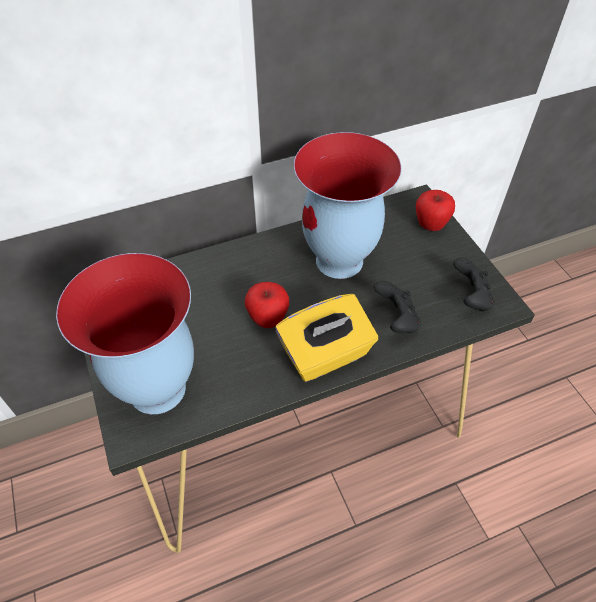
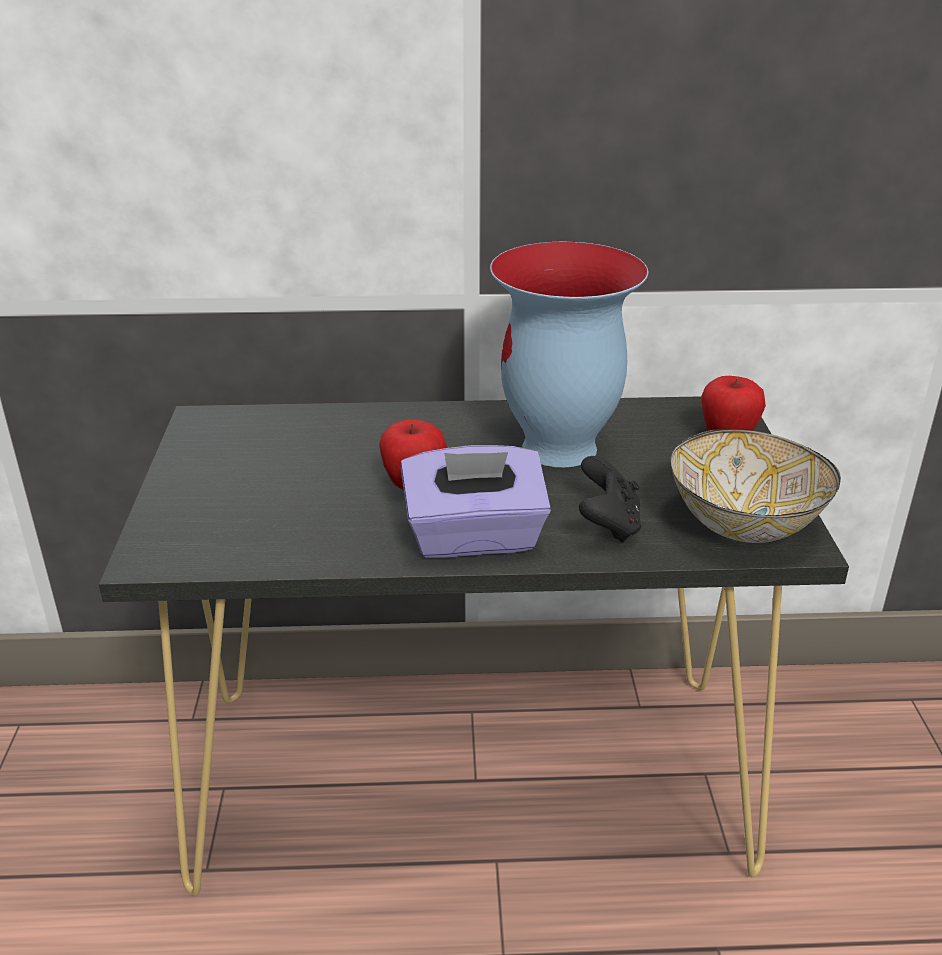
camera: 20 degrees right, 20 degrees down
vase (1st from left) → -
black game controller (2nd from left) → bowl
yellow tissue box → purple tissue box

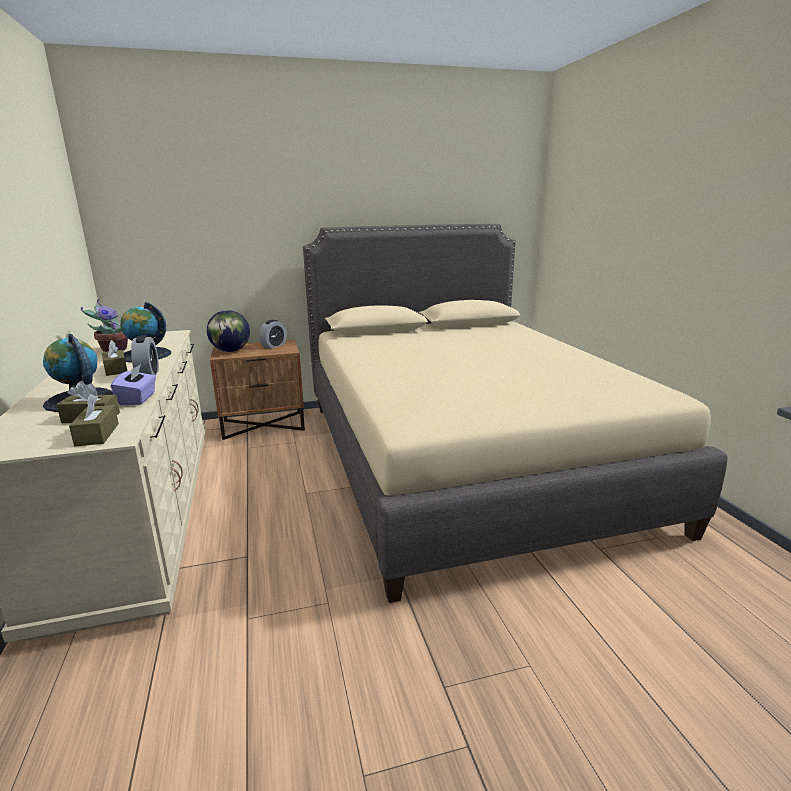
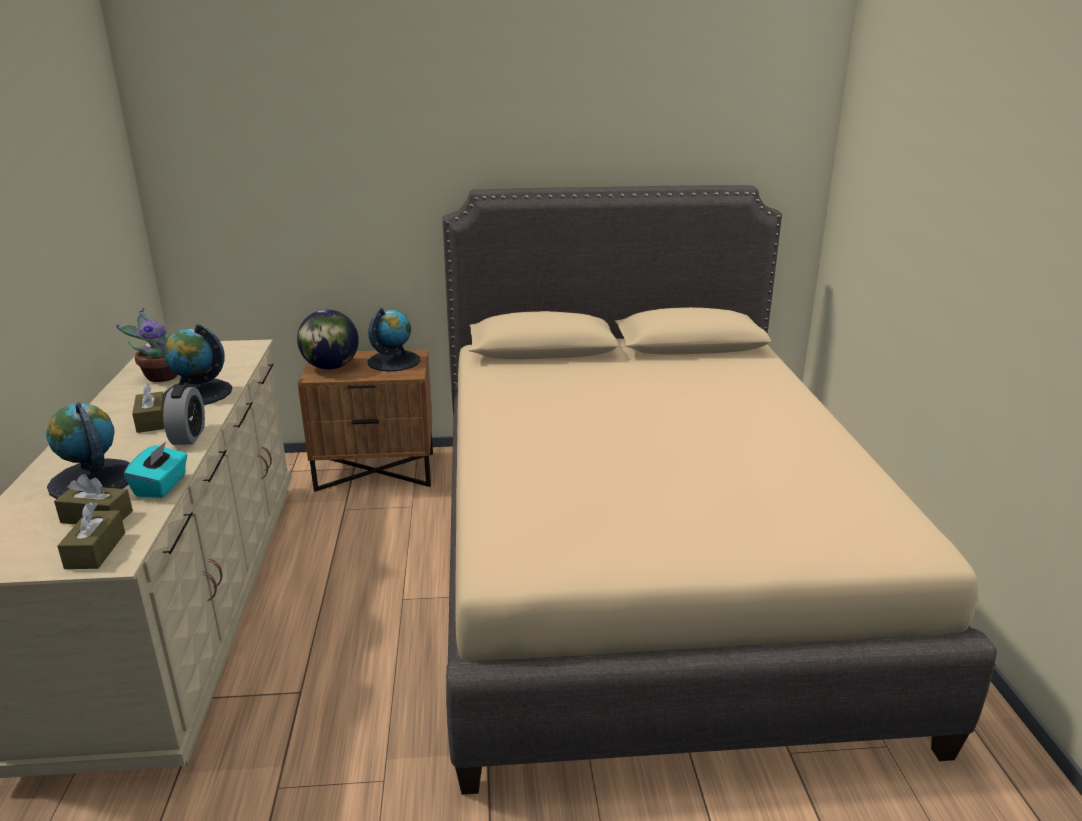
camera: 10 degrees right, 5 degrees up
alarm clock (2nd from left) → globe (4th from left)
purple tissue box → turquoise tissue box

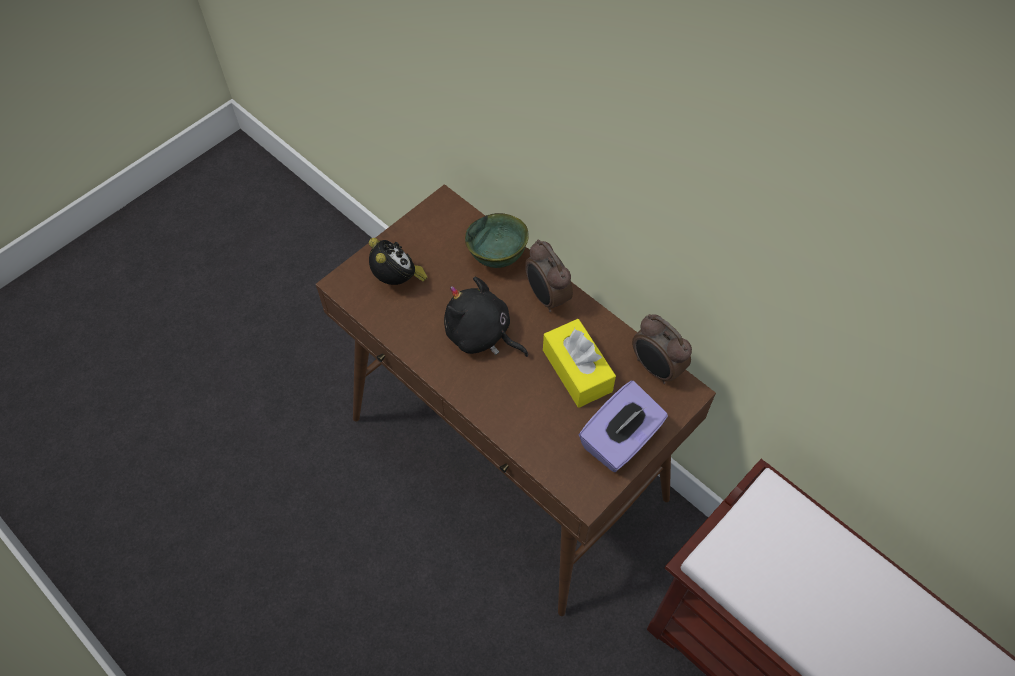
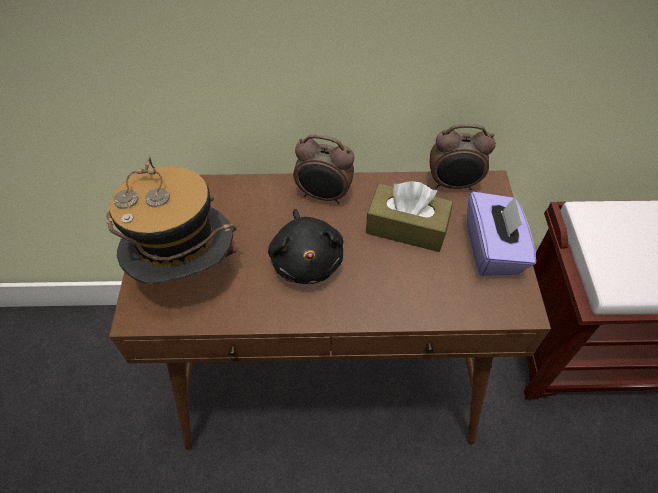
camera: 45 degrees left, 5 degrees down
green bowl → -
alarm clock (1st from left) → hat
black plush toy, 90 degrees counterclockwise
yellow tissue box → brown tissue box

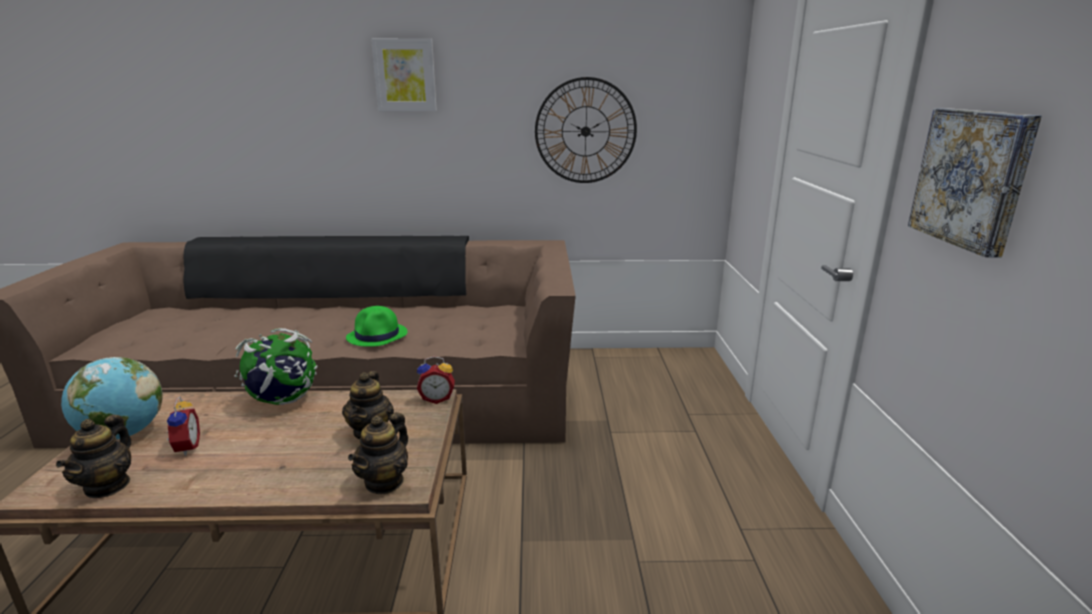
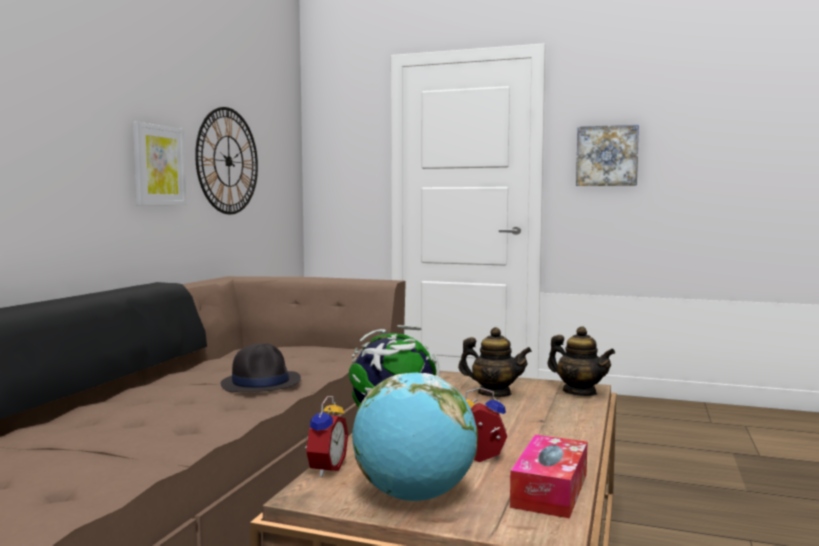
camera: 70 degrees left, 15 degrees down
picture (1st from left), moved
green hat → black hat
alarm clock (2nd from left in the first image) → alarm clock (1st from left), moved
teapot (1st from left) → tissue box

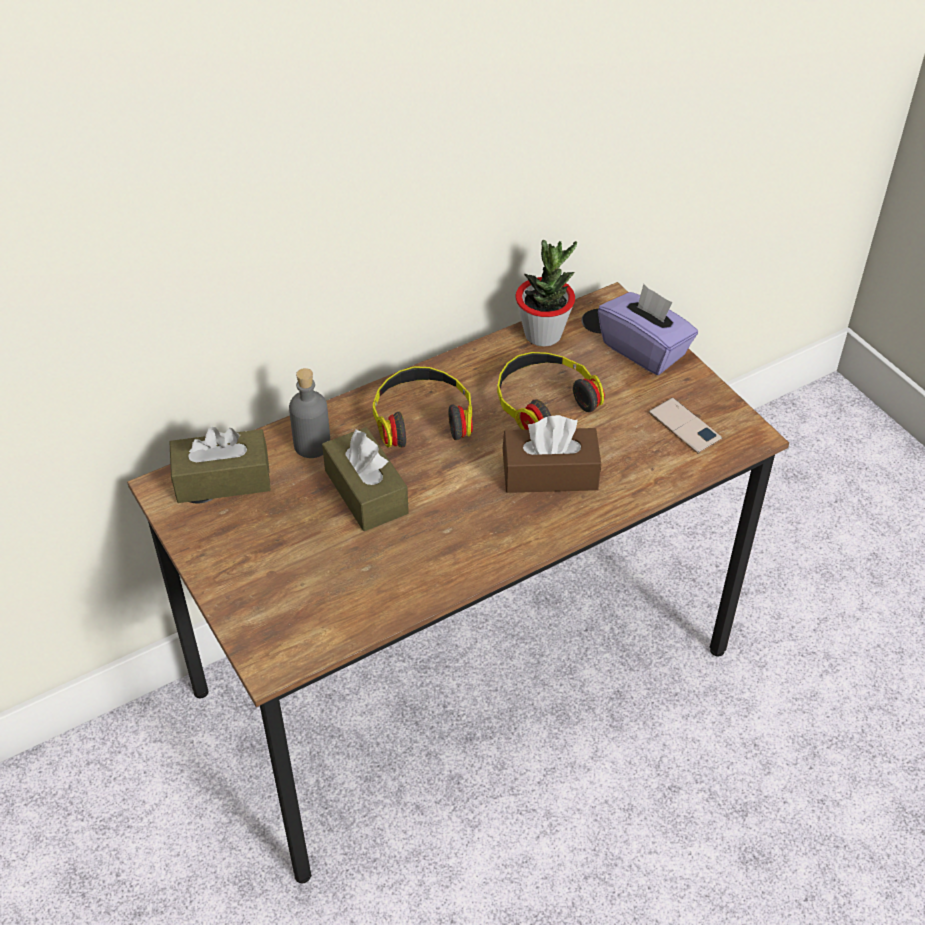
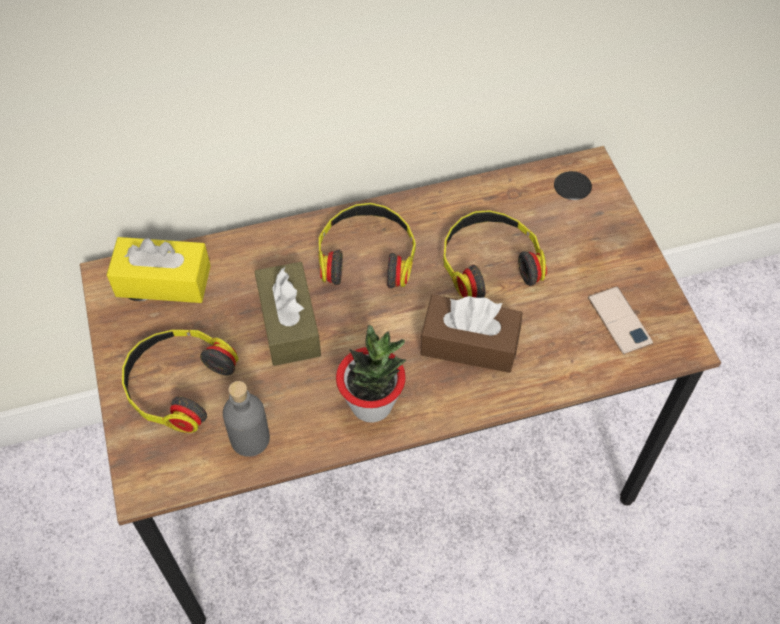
camera: 15 degrees right, 10 degrees up
potted plant, moved
purple tissue box → -
grey bottle, moved
brown tissue box (1st from left) → yellow tissue box
- → headphones (1st from left)

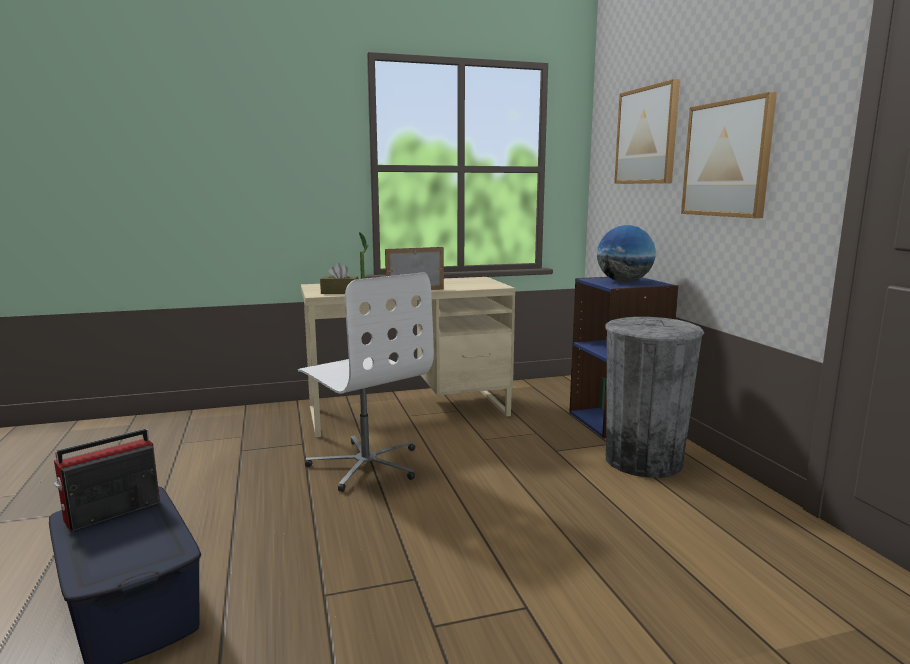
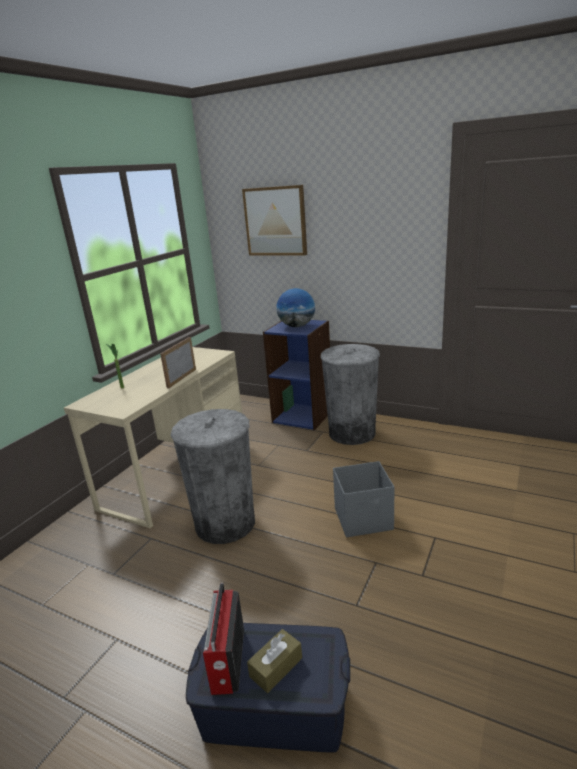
camera: 45 degrees left, 10 degrees up
picture (2nd from left) → -
brown tissue box, moved
white office chair → grey trash can (1st from left)
- → grey storage box

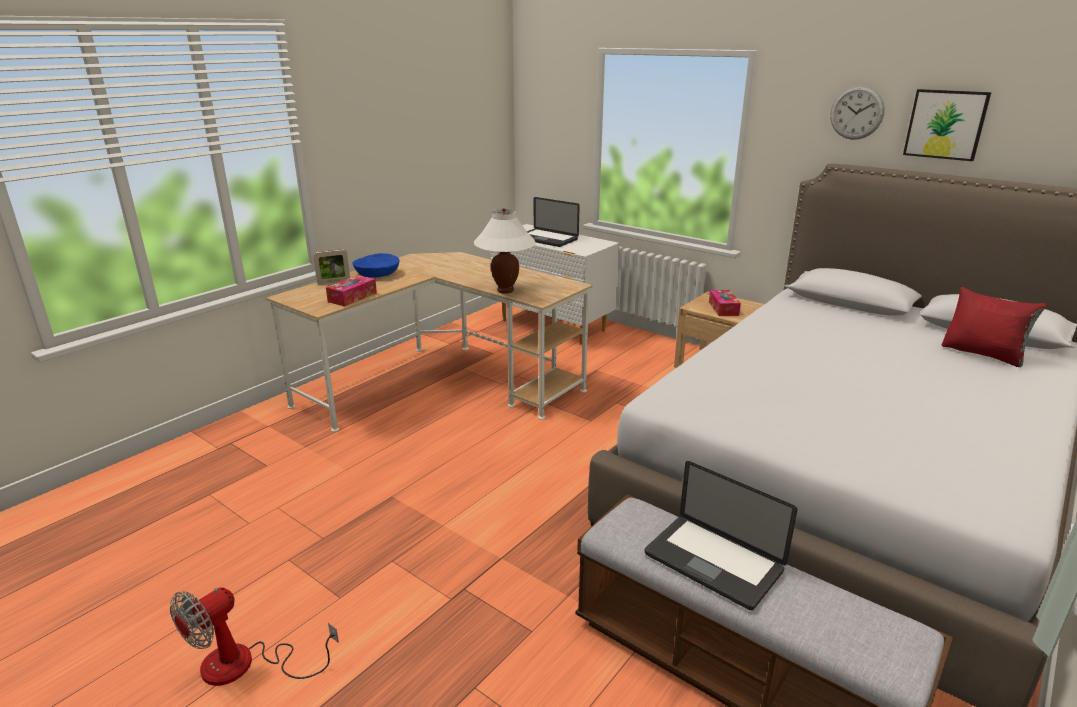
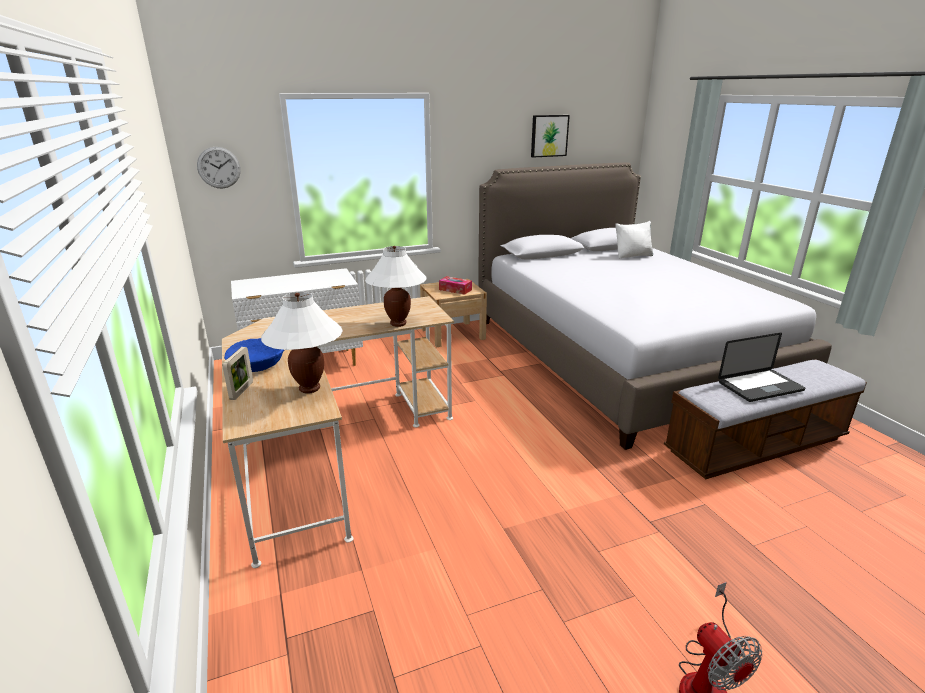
camera: 60 degrees left, 0 degrees up
wall clock, moved
laptop (1st from left) → -
tissue box (1st from left) → white table lamp (1st from left)
red pillow → white pillow

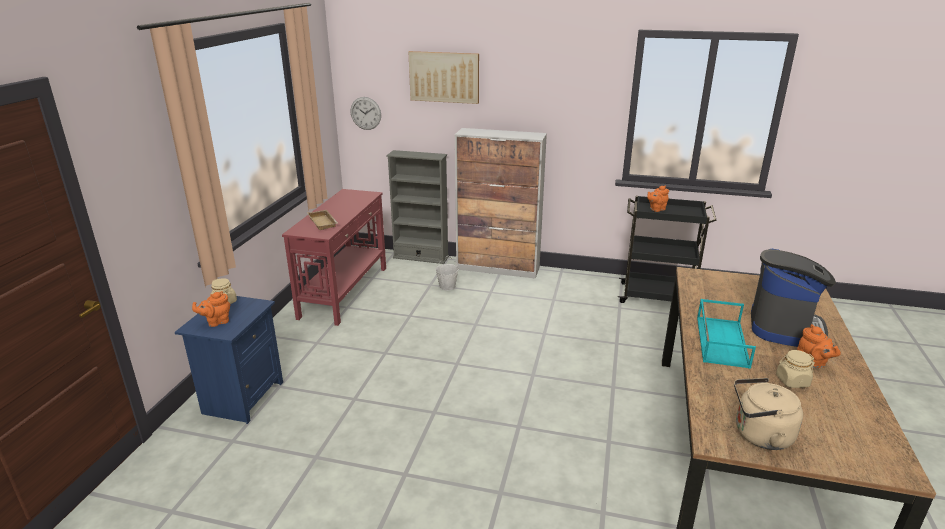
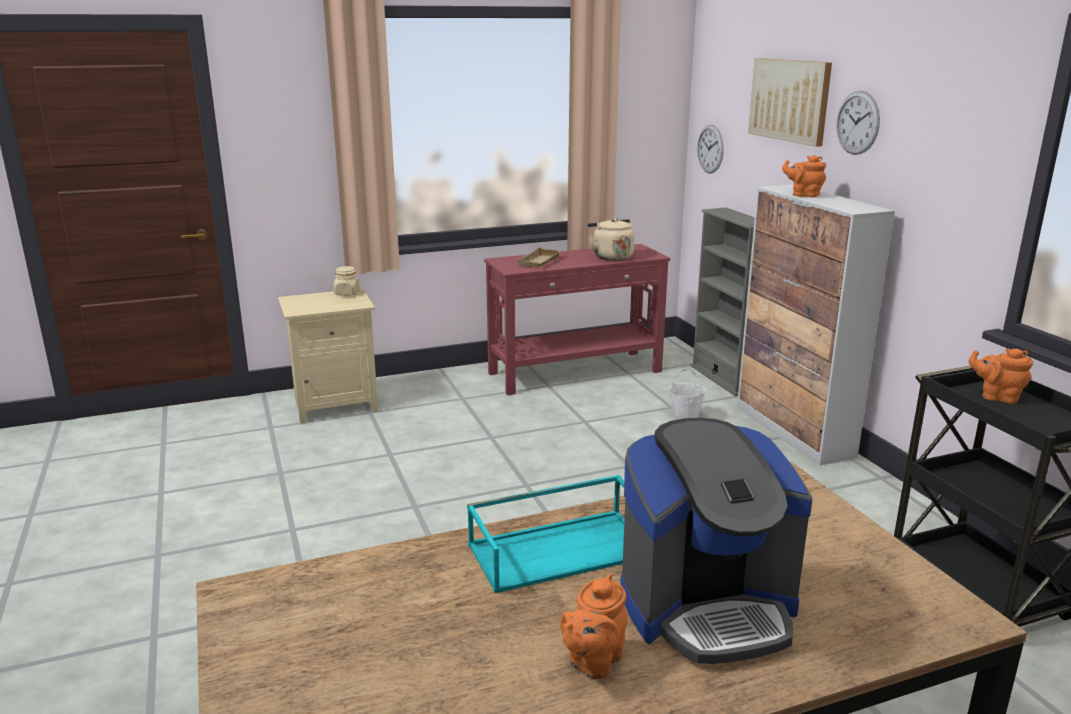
camera: 55 degrees right, 5 degrees down
orange teapot (1st from left in the first image) → orange teapot (2nd from left), moved
blue nightstand → beige nightstand
beige jar (2nd from left) → -
beige kettle, moved
- → wall clock (2nd from left)

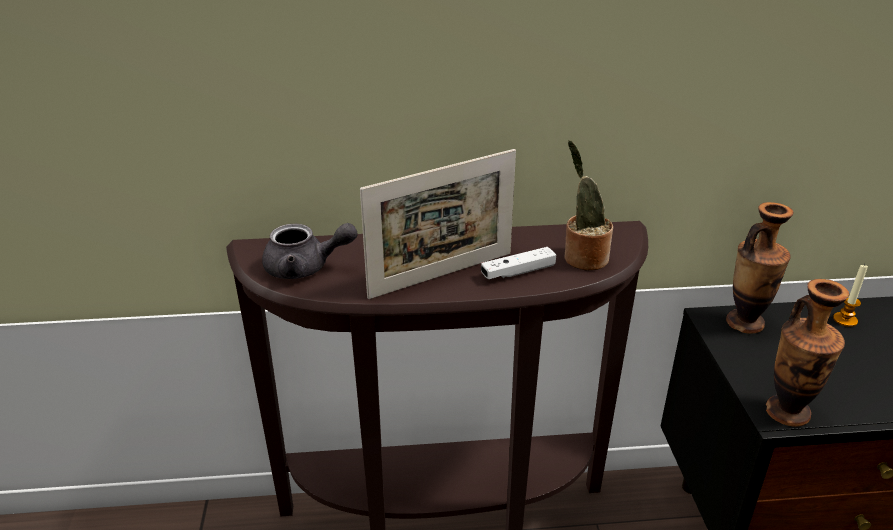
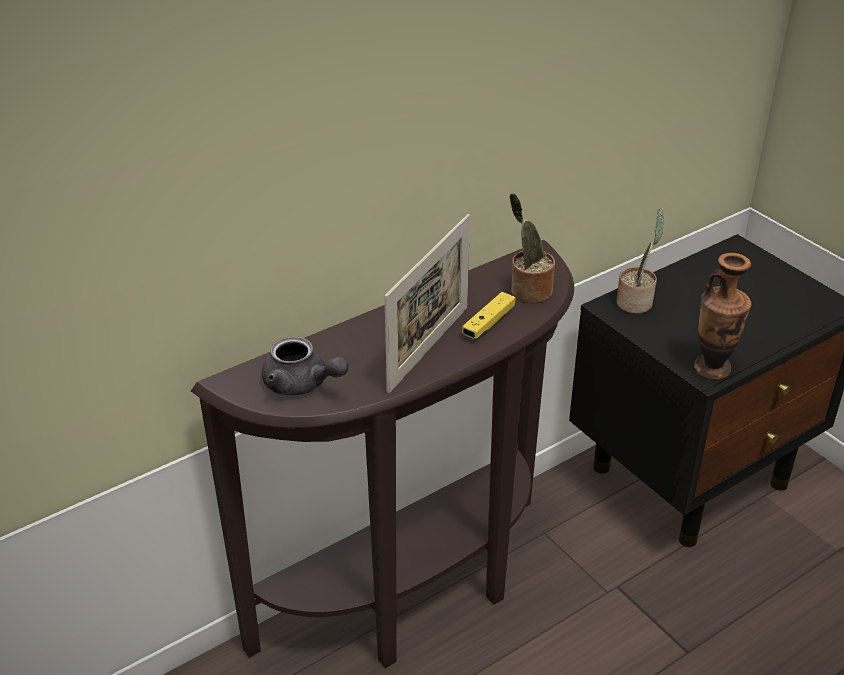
camera: 30 degrees left, 5 degrees up
vase (1st from left) → potted plant (2nd from left)
grey teapot, 60 degrees clockwise
white game controller → yellow game controller
candle → -

